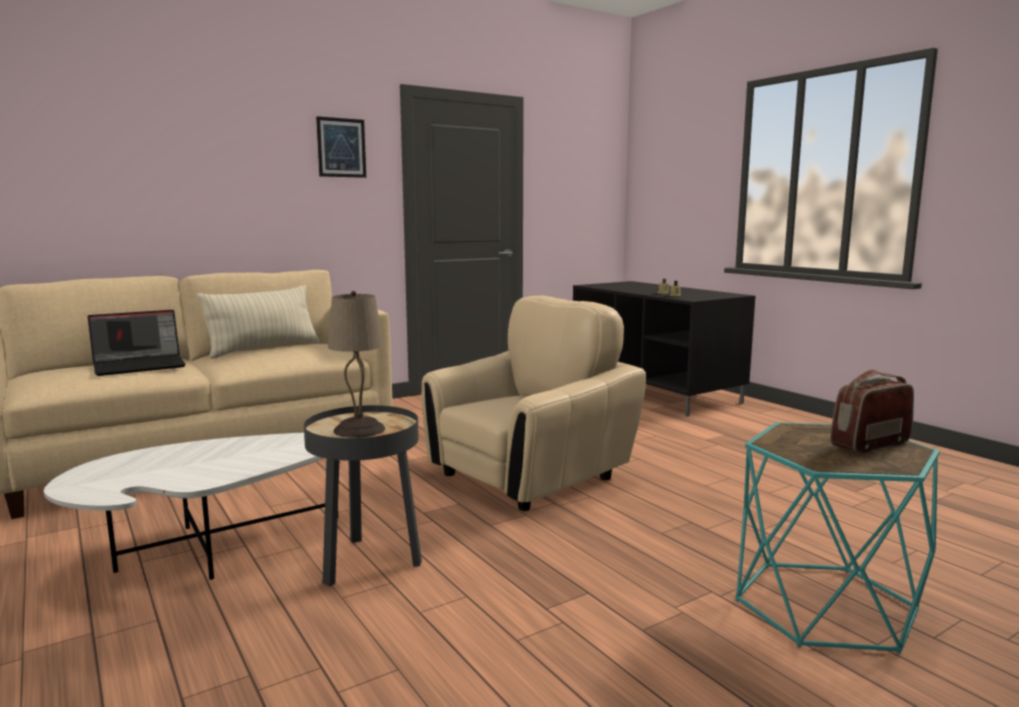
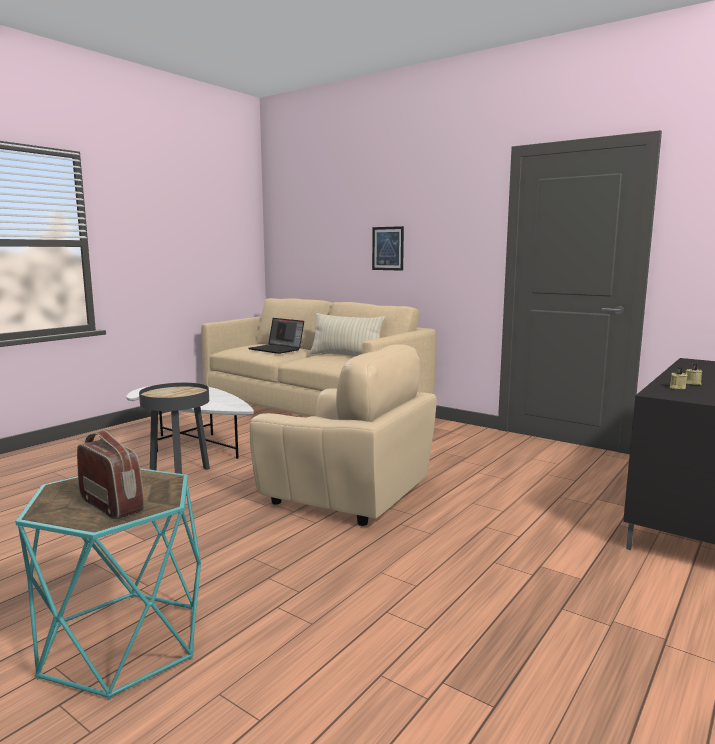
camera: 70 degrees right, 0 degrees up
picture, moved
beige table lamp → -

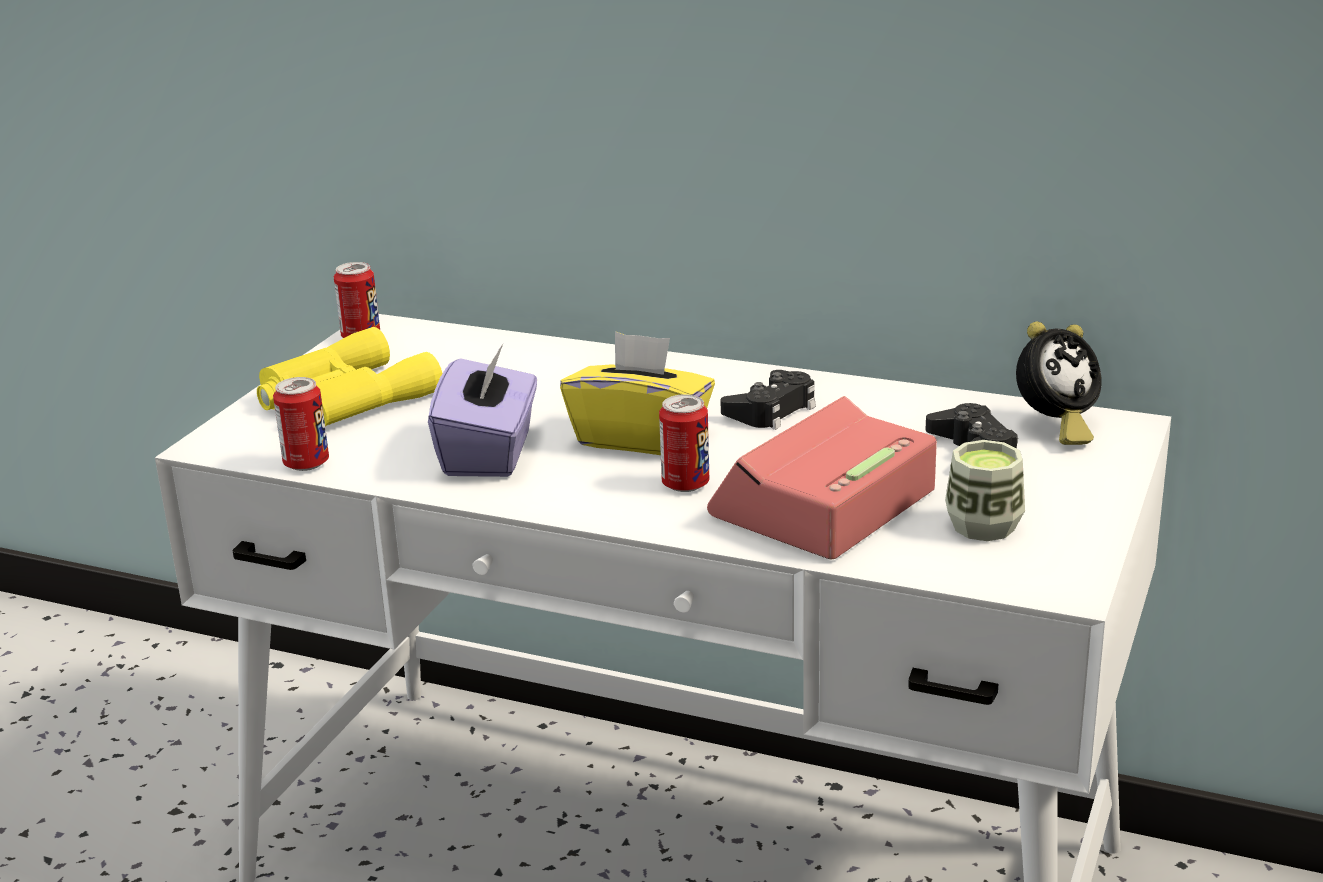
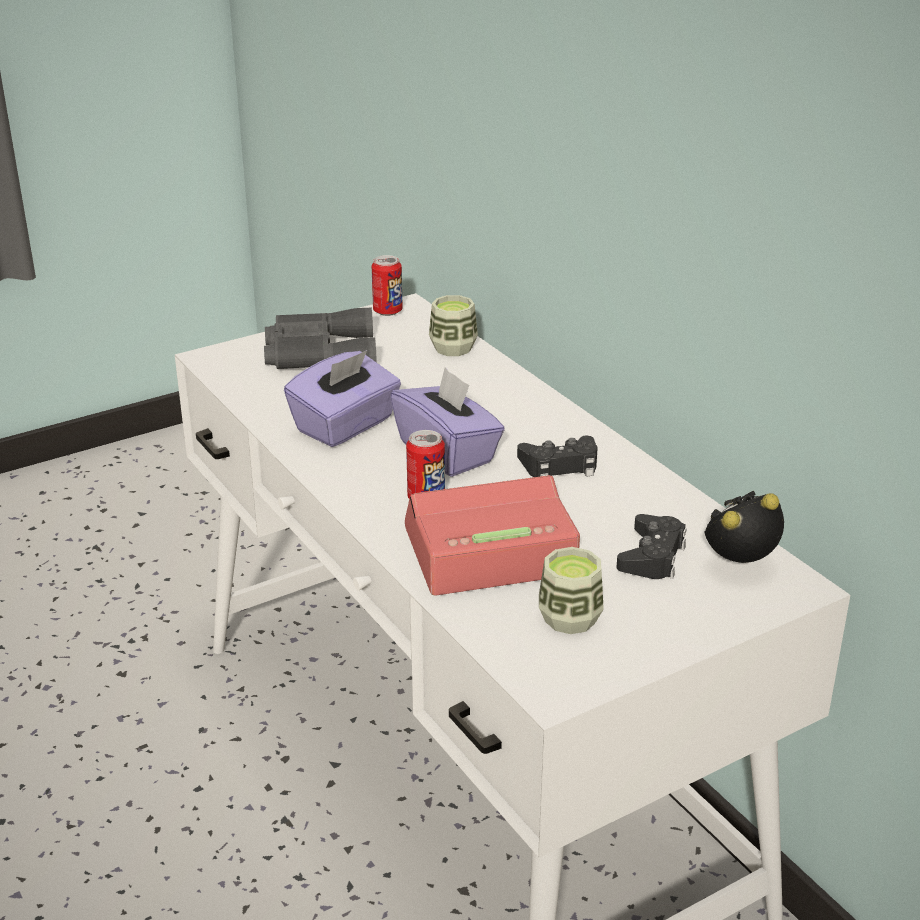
camera: 35 degrees right, 5 degrees up
alarm clock (2nd from left), 150 degrees clockwise
yellow binoculars → grey binoculars
yellow tissue box → purple tissue box (2nd from left)
can (1st from left) → -
- → cup (1st from left)

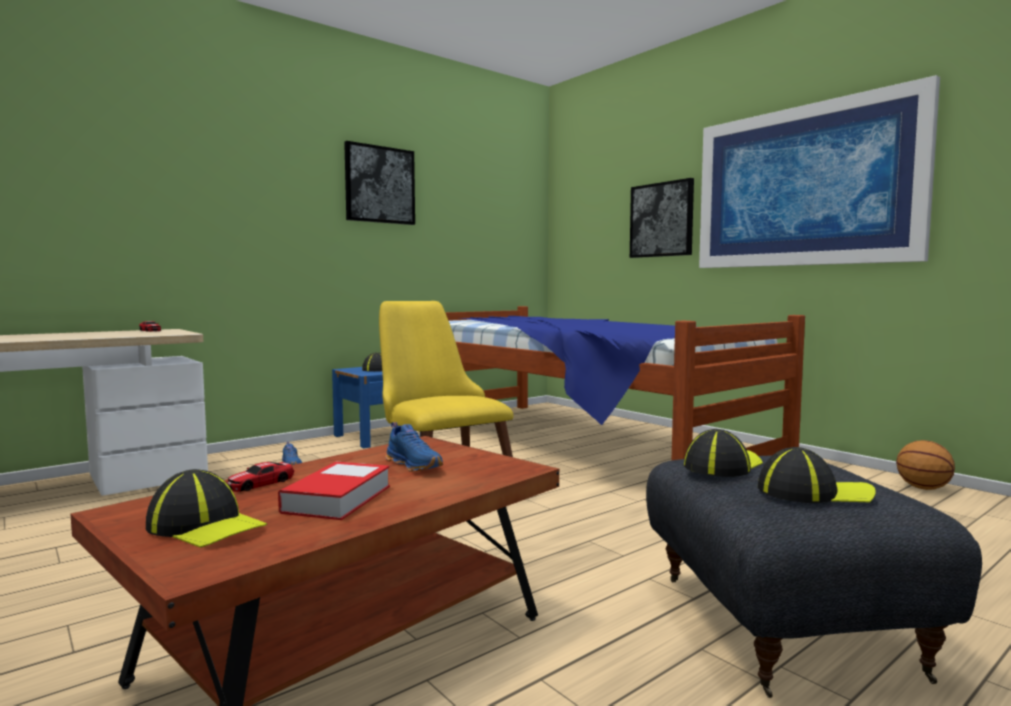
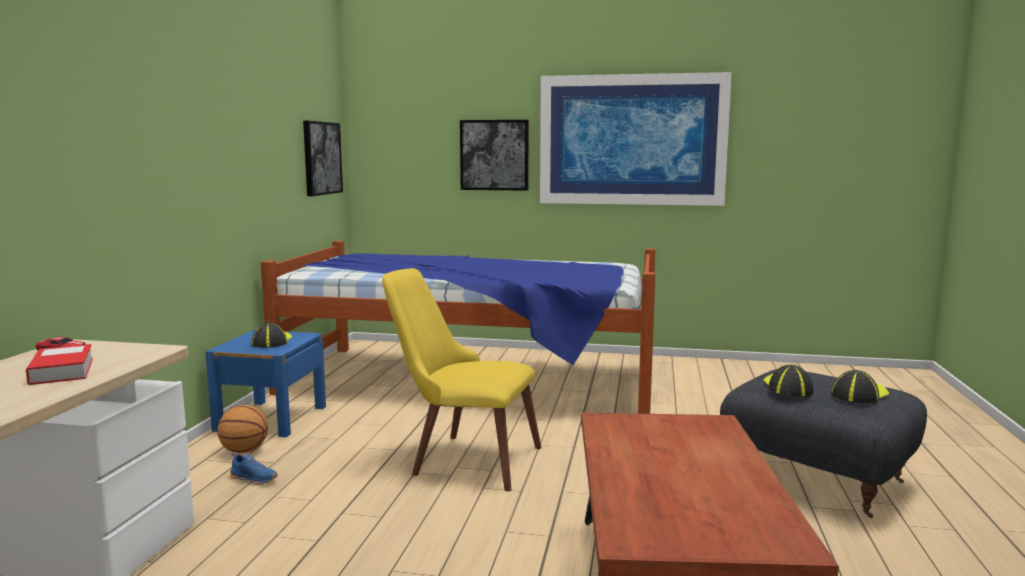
camera: 40 degrees left, 5 degrees up
picture (1st from left), moved
blue shoe (2nd from left) → -
basketball, moved
toy car (2nd from left) → -
book, moved
cap (1st from left) → -

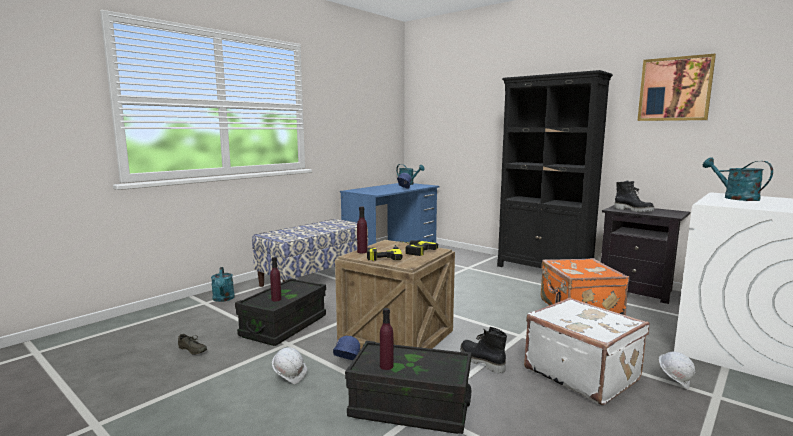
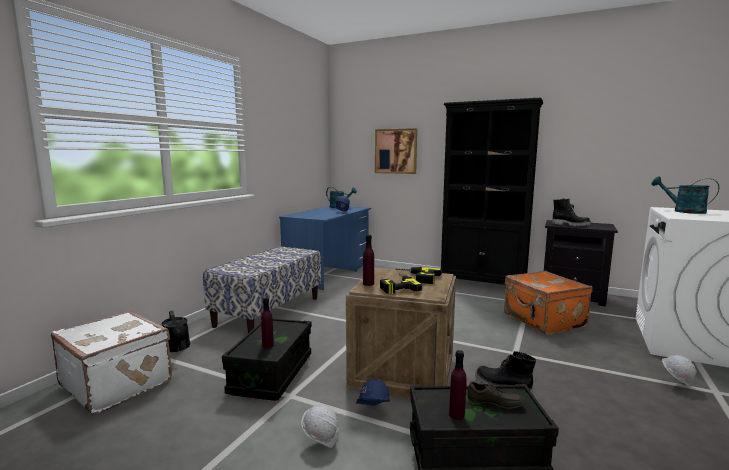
camera: 15 degrees left, 0 degrees up
picture, moved
turquoise watering can (1st from left) → black watering can
white suitcase, moved
grey shoe, moved

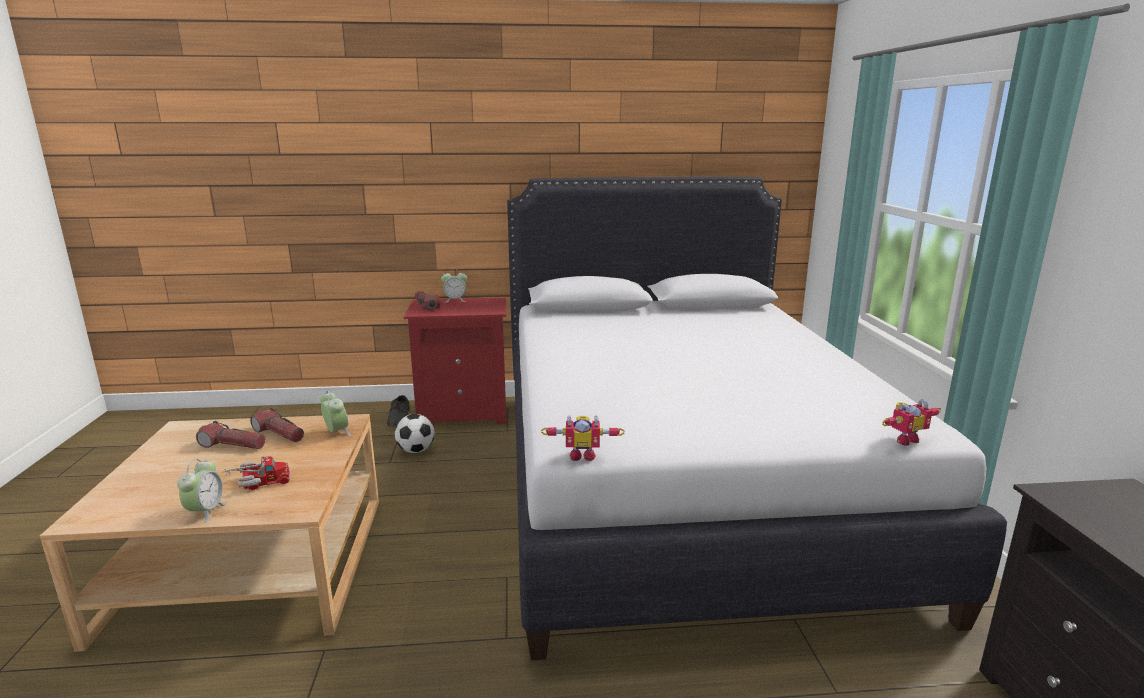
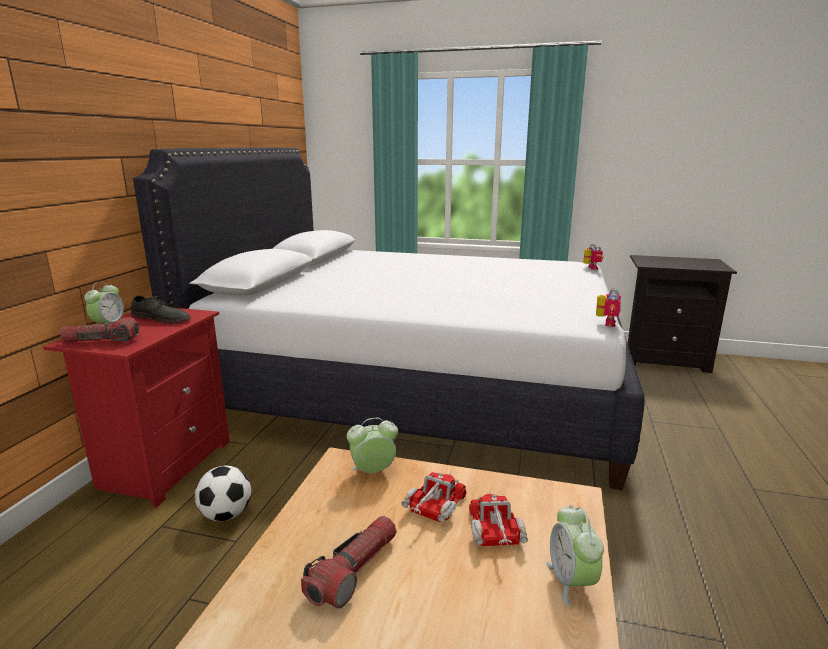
camera: 70 degrees left, 0 degrees up
grey shoe, moved
flashlight (2nd from left) → -
alarm clock (1st from left in the first image) → alarm clock (3rd from left), 120 degrees counterclockwise
- → toy truck (1st from left)

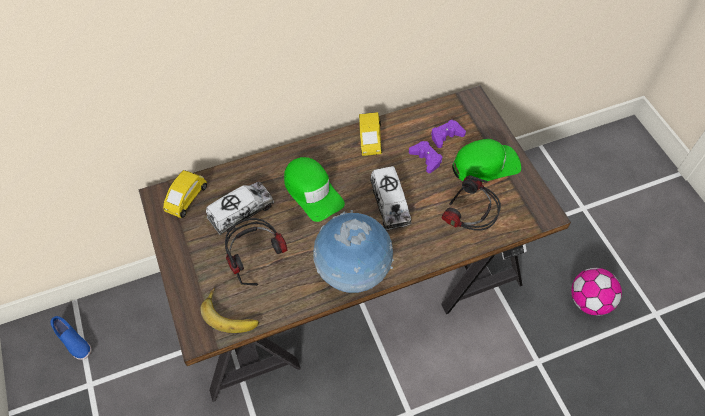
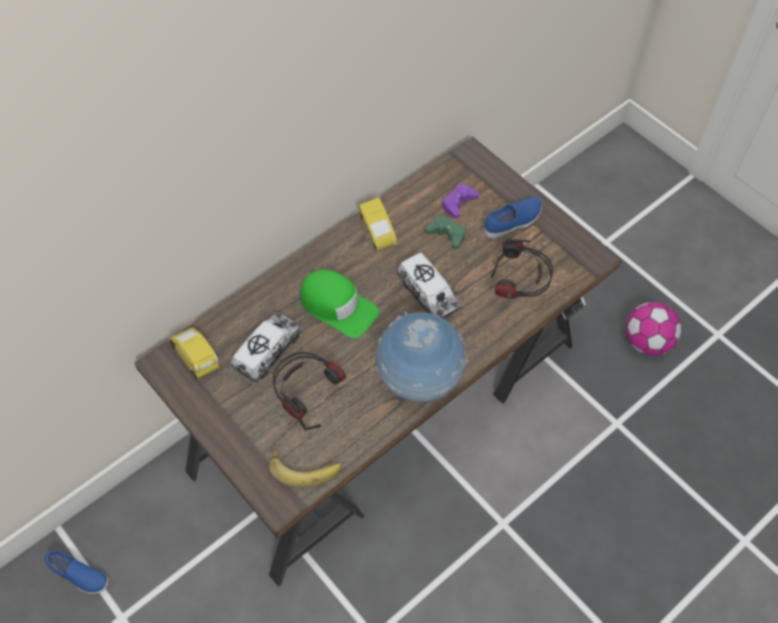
camera: 20 degrees left, 0 degrees up
green cap (2nd from left) → blue shoe (2nd from left)
purple game controller (1st from left) → green game controller
yellow toy car (1st from left), 135 degrees clockwise

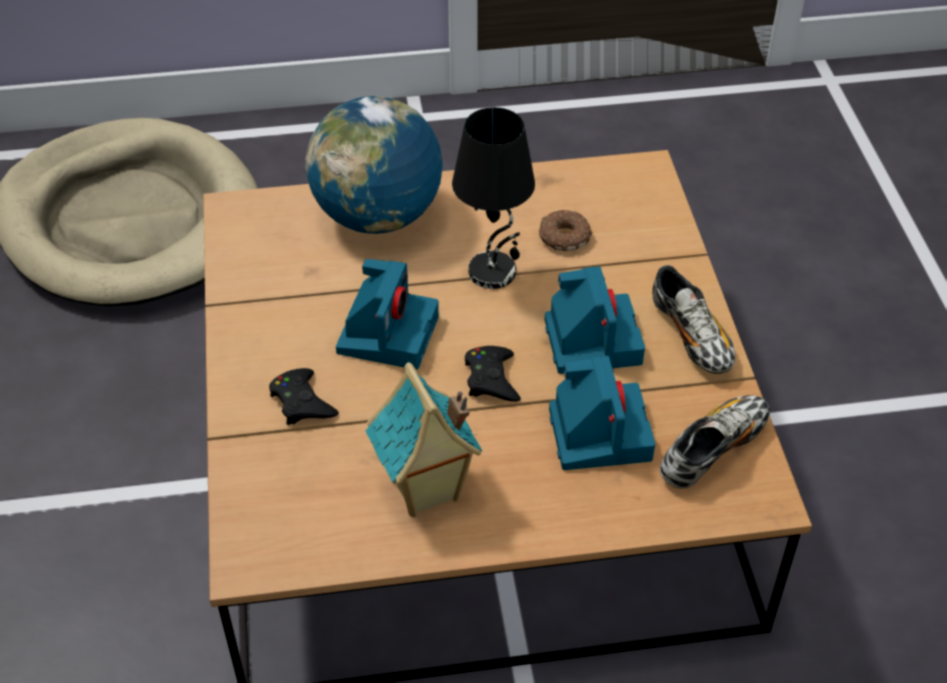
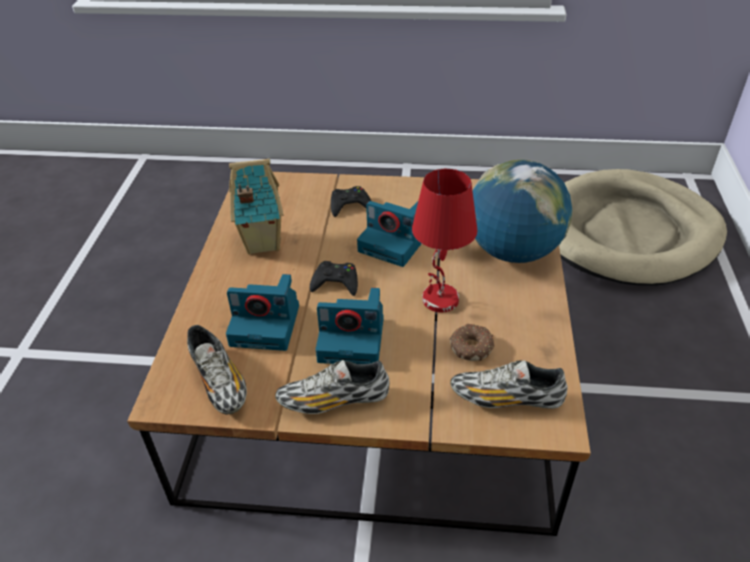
camera: 105 degrees right, 5 degrees down
black table lamp → red table lamp
- → shoe (3rd from left)

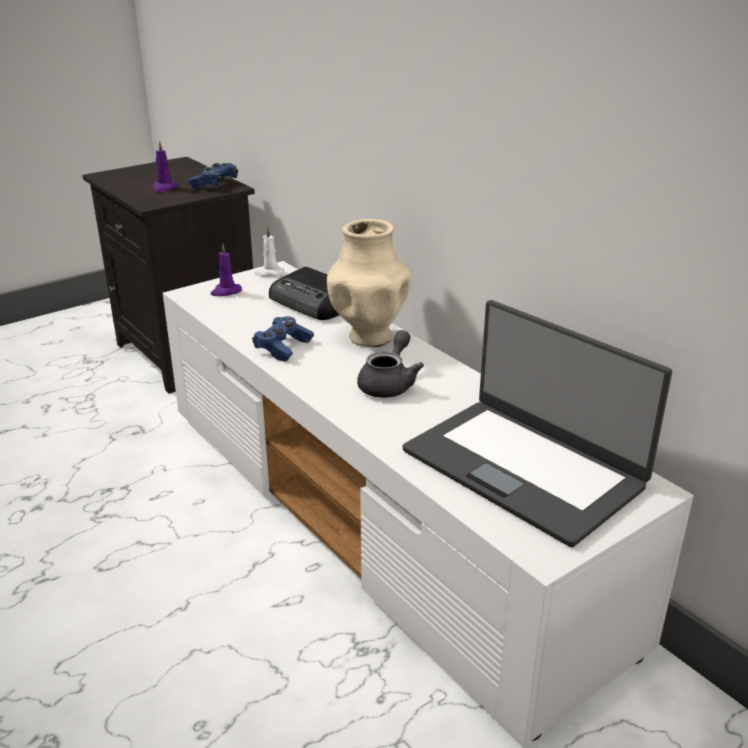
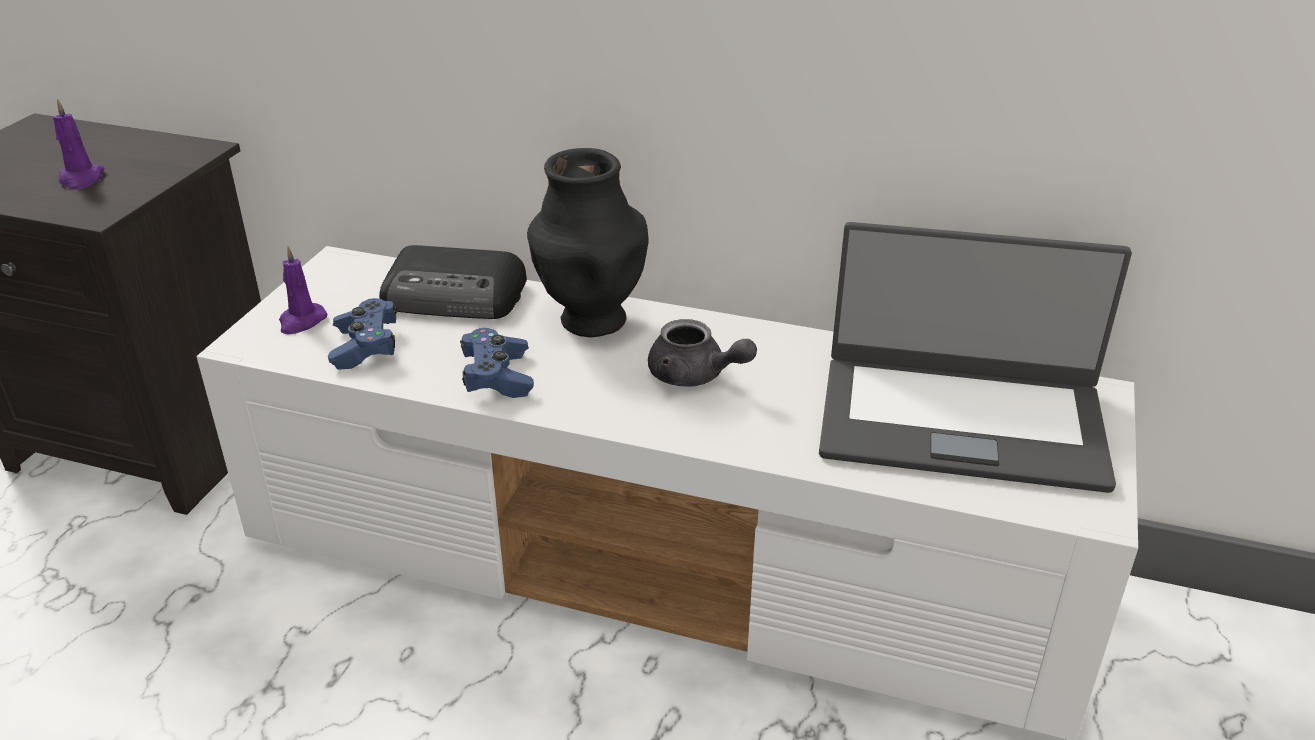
camera: 35 degrees left, 5 degrees up
blue game controller (1st from left), moved
beige vase → black vase
white candle → -
grey teapot, 135 degrees clockwise

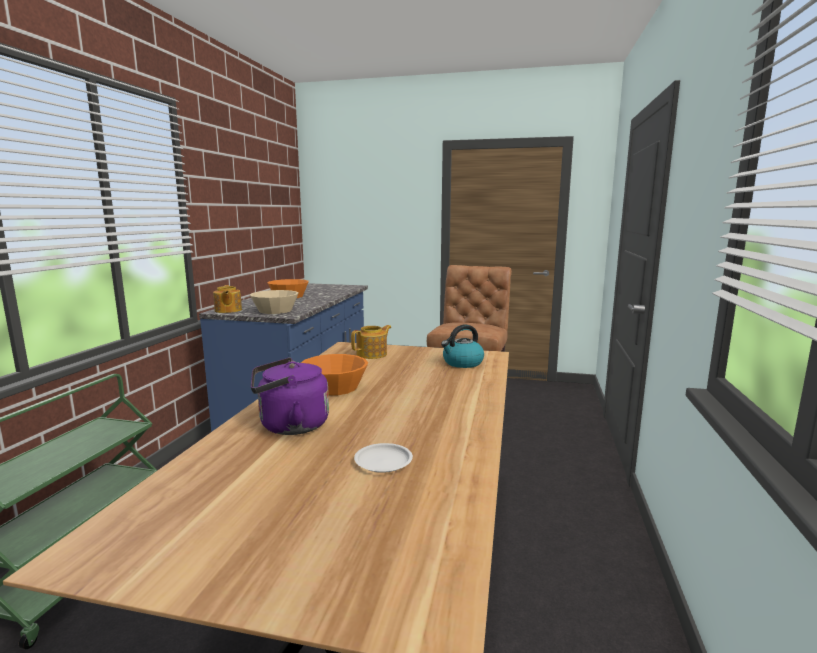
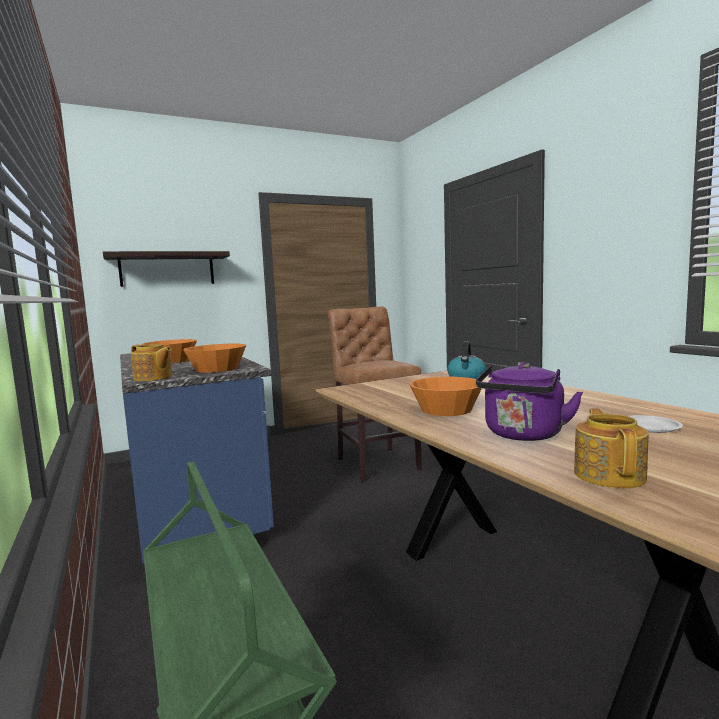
camera: 40 degrees left, 5 degrees down
beige bowl → orange bowl (2nd from left)
teapot (2nd from left), moved
- → shelf

